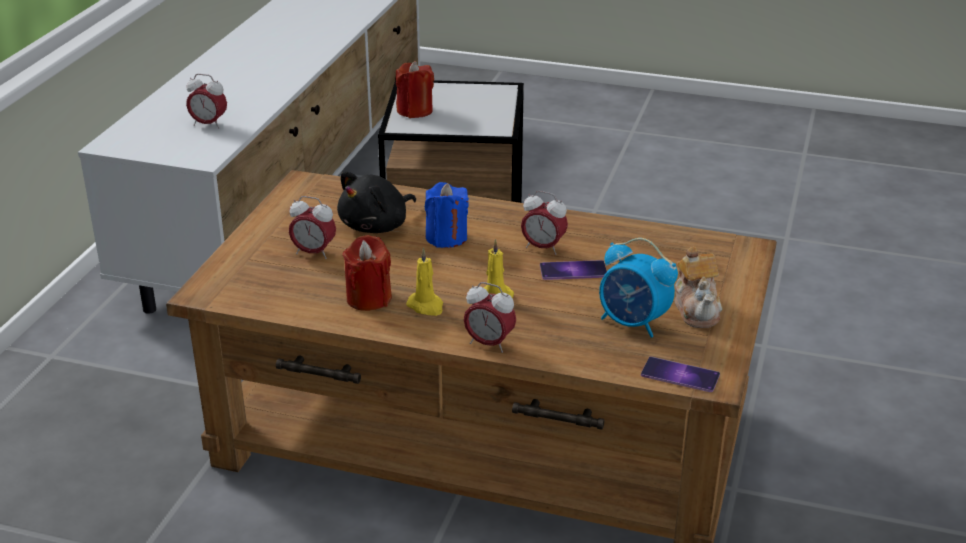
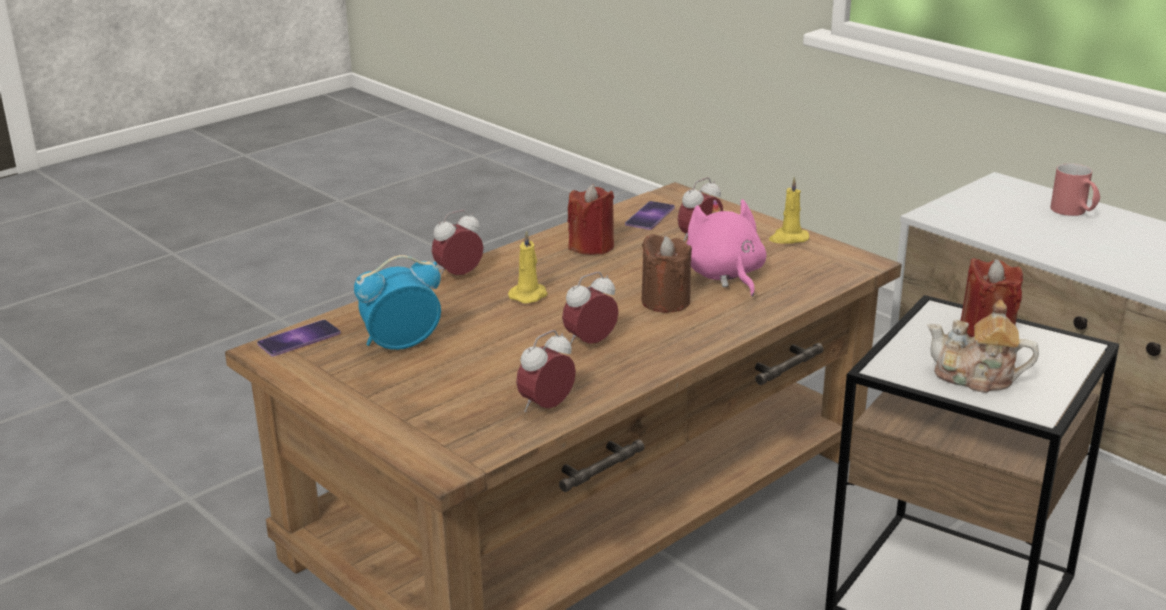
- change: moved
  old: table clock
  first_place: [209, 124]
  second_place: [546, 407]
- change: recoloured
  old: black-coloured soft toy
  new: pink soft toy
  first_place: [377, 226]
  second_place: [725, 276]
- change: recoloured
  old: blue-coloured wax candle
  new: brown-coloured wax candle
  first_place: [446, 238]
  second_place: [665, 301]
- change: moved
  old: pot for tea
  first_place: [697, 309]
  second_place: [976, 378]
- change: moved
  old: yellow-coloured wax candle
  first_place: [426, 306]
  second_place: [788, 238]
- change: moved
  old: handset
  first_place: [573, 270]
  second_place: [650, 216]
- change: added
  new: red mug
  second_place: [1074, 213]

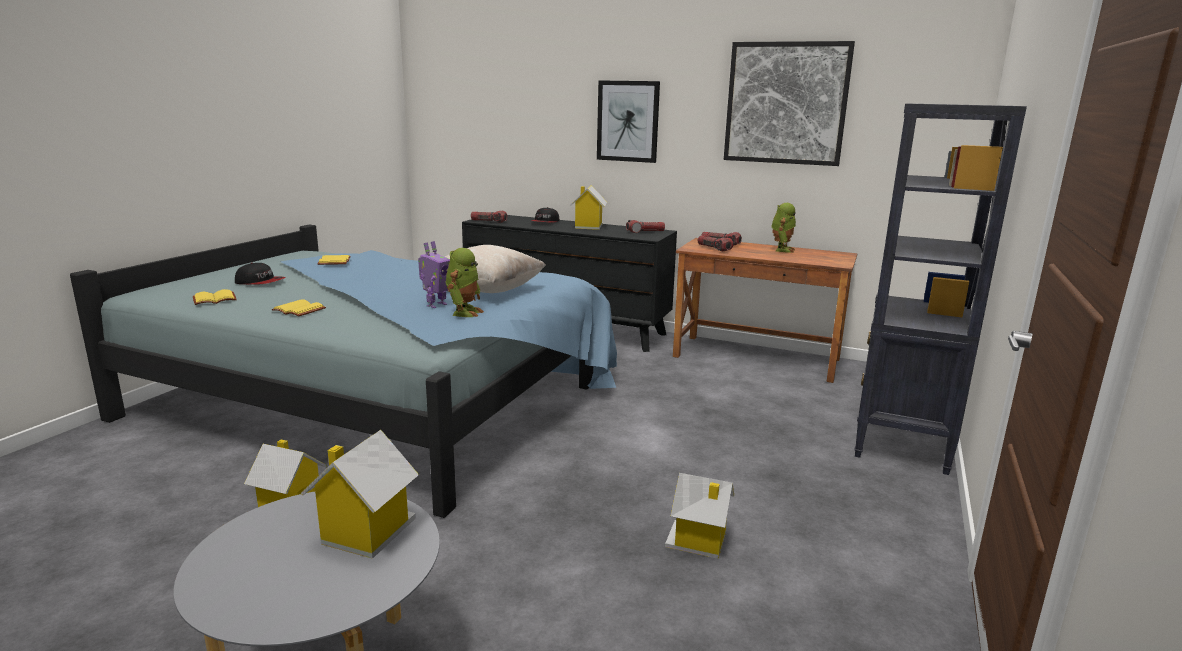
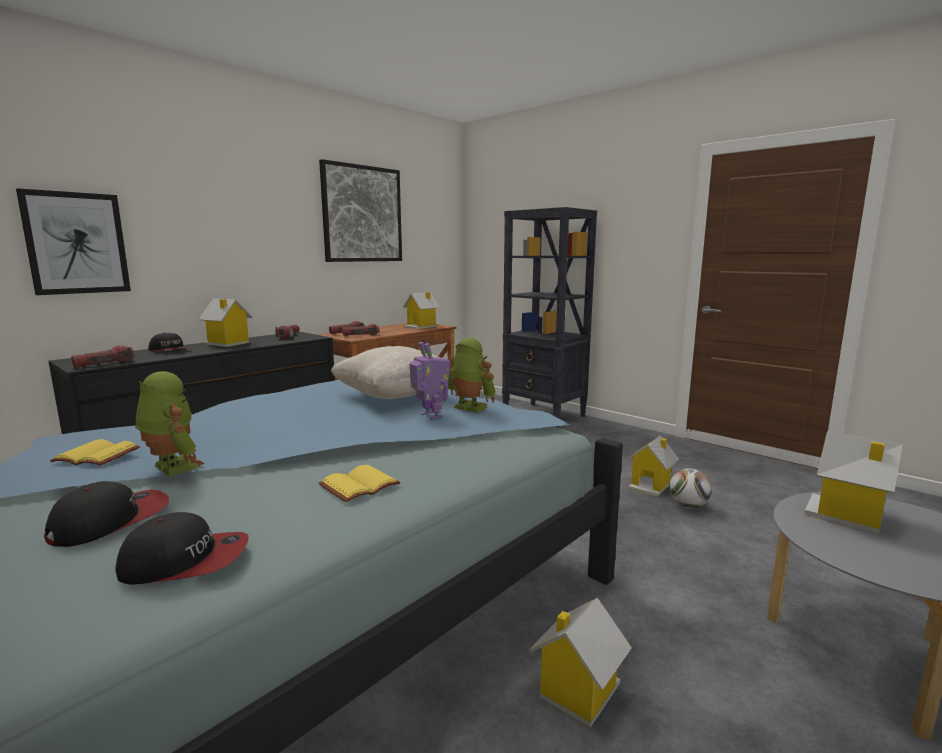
- change: moved
  old: picture
  first_place: [628, 121]
  second_place: [76, 243]
- change: moved
  old: toy robot
  first_place: [781, 250]
  second_place: [172, 468]
- change: replaced
  old: yellow-coloured book
  new: cap
  first_place: [215, 299]
  second_place: [186, 561]
- change: added
  new: toy house
  second_place: [421, 326]
- change: added
  new: ball for football
  second_place: [688, 506]

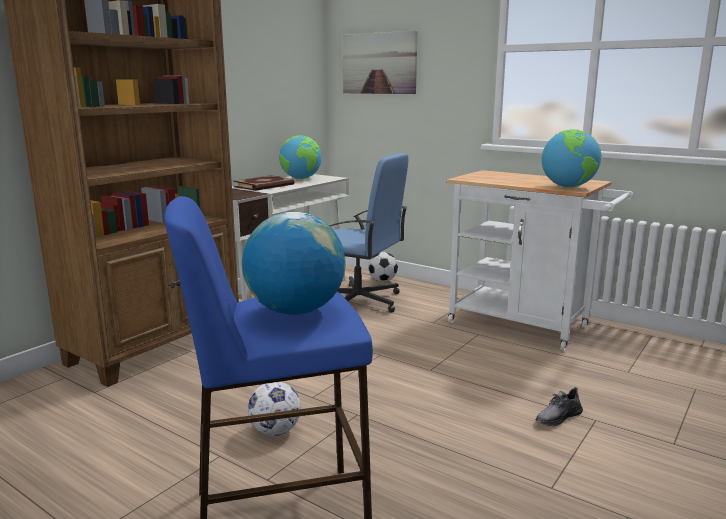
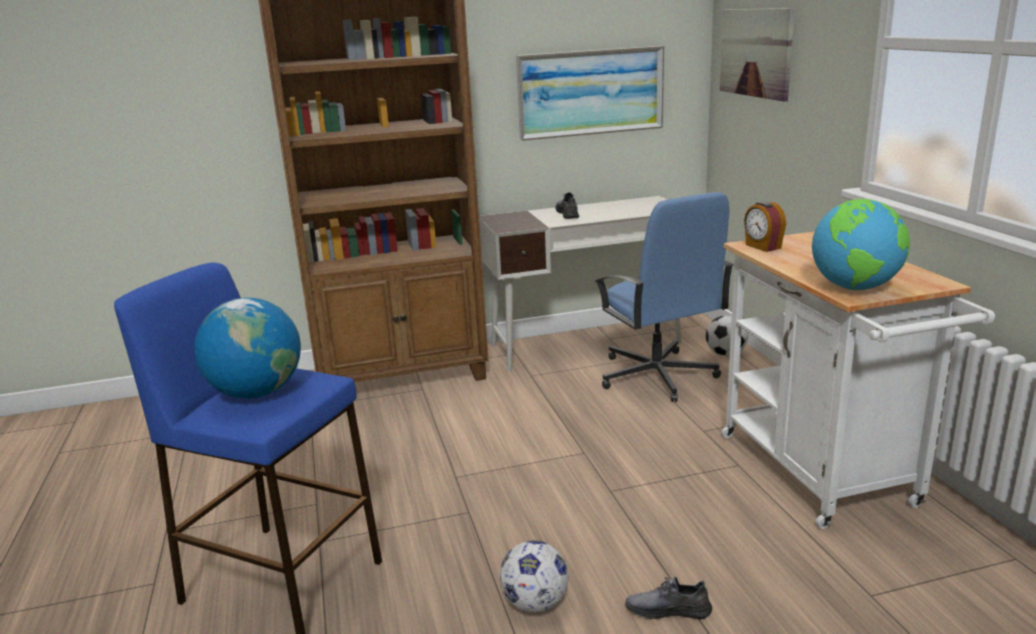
- change: removed
  old: world globe
  first_place: [301, 178]
- change: replaced
  old: book
  new: gray low shoe
  first_place: [264, 186]
  second_place: [567, 213]
- change: moved
  old: ball for football
  first_place: [275, 431]
  second_place: [535, 604]
- change: added
  new: picture
  second_place: [590, 92]
- change: added
  new: table clock
  second_place: [762, 247]

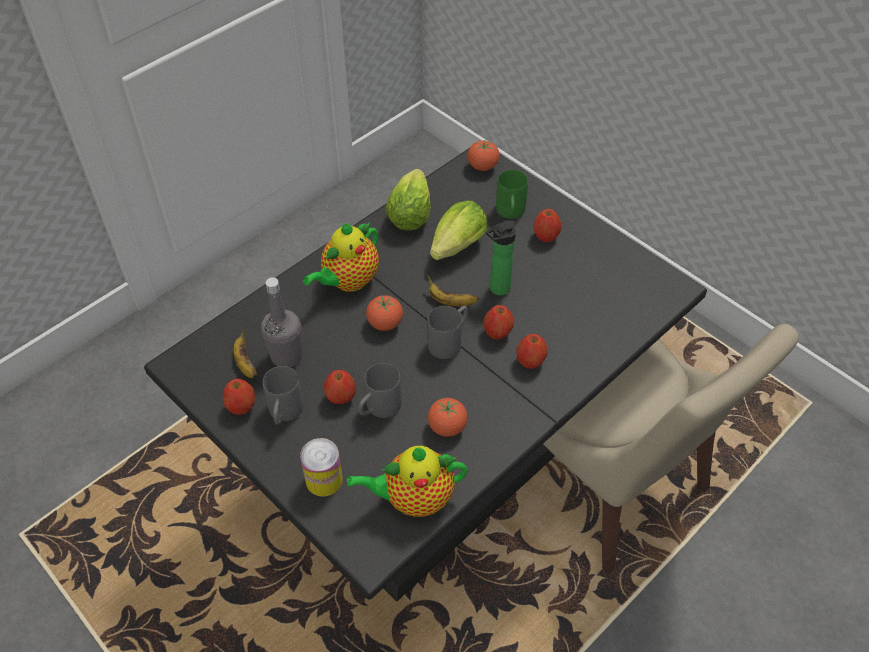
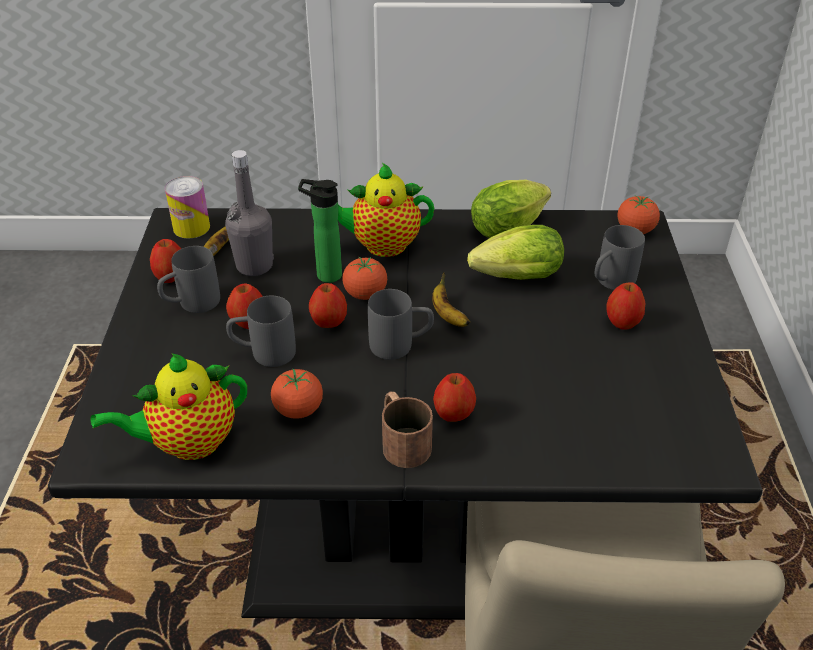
- change: recoloured
  old: greenish mug
  new: gray mug
  first_place: [510, 214]
  second_place: [610, 282]
- change: moved
  old: drink bottle
  first_place: [497, 289]
  second_place: [325, 275]
- change: moved
  old: apple
  first_place: [497, 333]
  second_place: [328, 323]
- change: moved
  old: sealed can
  first_place: [324, 480]
  second_place: [191, 227]
- change: turned
  old: pot for tea
  first_place: [414, 498]
  second_place: [188, 443]
  degrees: -60
- change: added
  new: brown-coloured mug
  second_place: [401, 440]

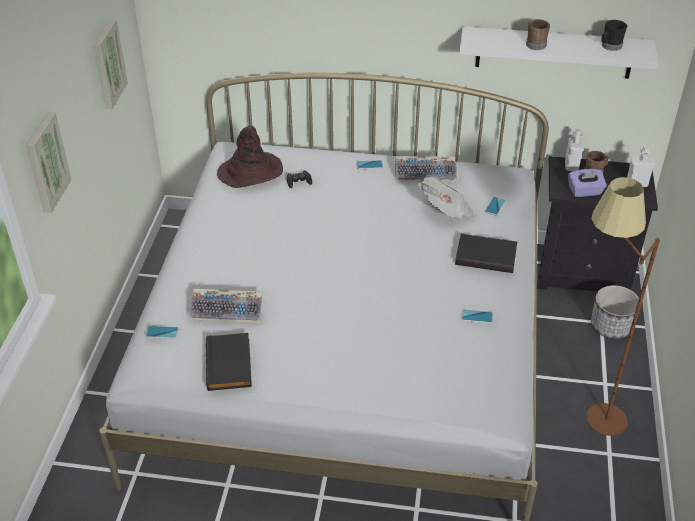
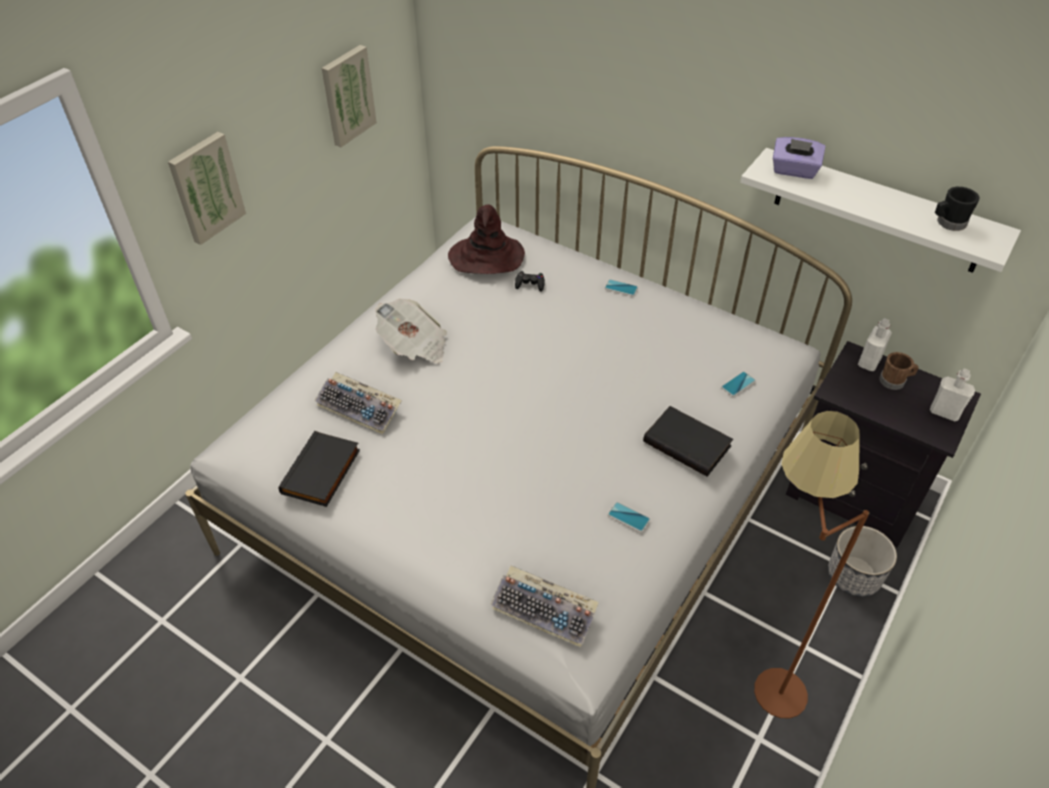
- change: removed
  old: brown-coloured mug
  first_place: [536, 44]
- change: moved
  old: PC keyboard
  first_place: [426, 173]
  second_place: [546, 610]
- change: moved
  old: purple tissue holder
  first_place: [585, 191]
  second_place: [794, 171]
- change: moved
  old: daily paper
  first_place: [446, 211]
  second_place: [414, 346]
- change: removed
  old: handset
  first_place: [162, 332]

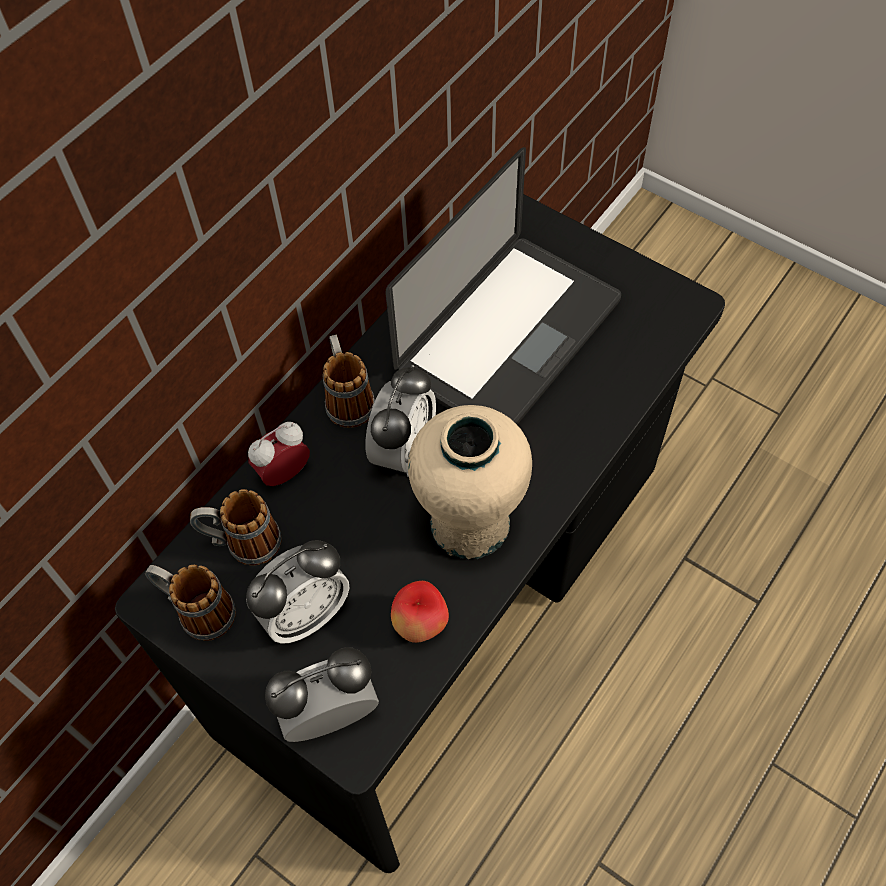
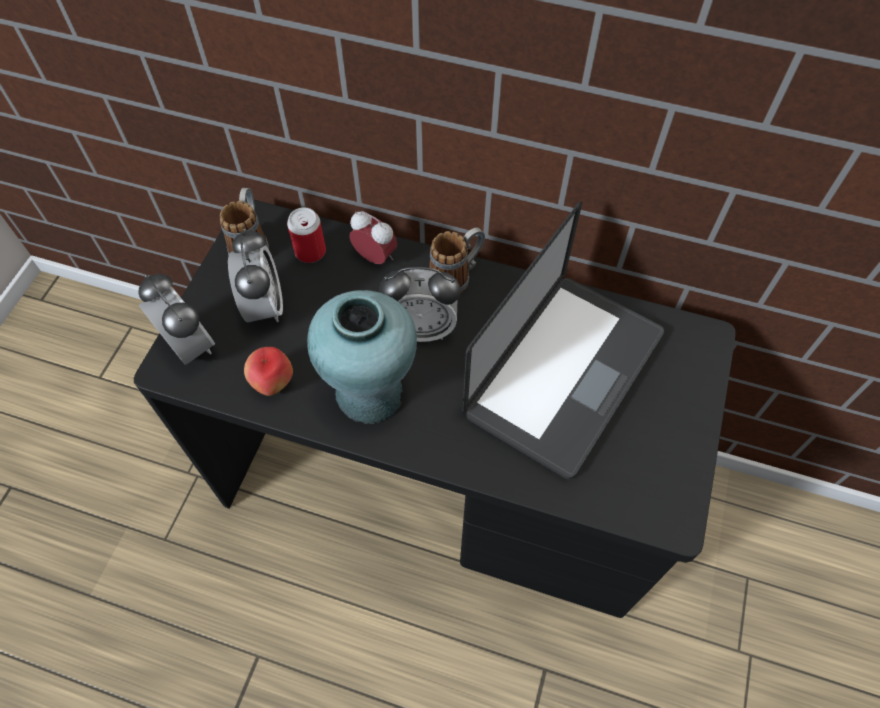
- change: turned
  old: portable computer
  first_place: [509, 337]
  second_place: [564, 374]
  degrees: -75
- change: recoloured
  old: beige vase
  new: blue-green vase
  first_place: [469, 523]
  second_place: [369, 392]
- change: replaced
  old: mug
  new: sealed can
  first_place: [242, 543]
  second_place: [310, 251]
- change: turned
  old: table clock
  first_place: [305, 613]
  second_place: [264, 306]
  degrees: -135

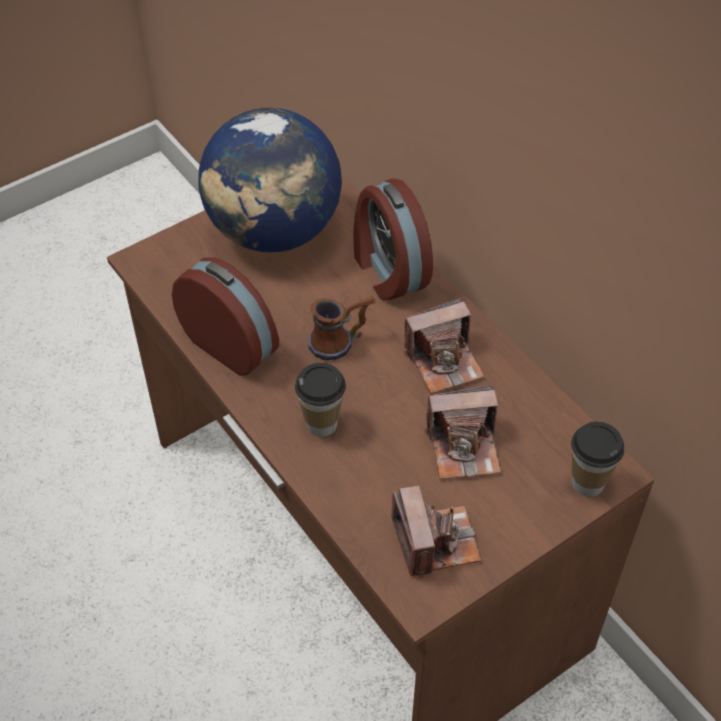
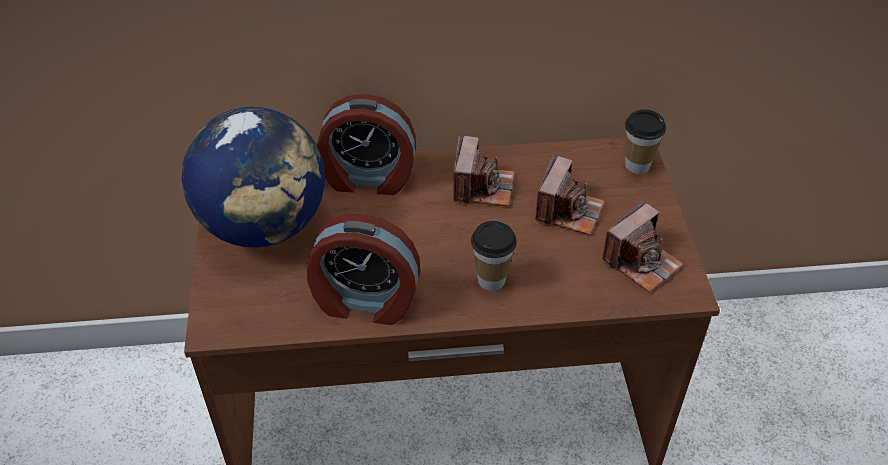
- change: turned
  old: table clock
  first_place: [232, 344]
  second_place: [365, 302]
  degrees: -150
- change: removed
  old: mug
  first_place: [341, 341]
- change: turned
  old: photo camera
  first_place: [435, 541]
  second_place: [641, 262]
  degrees: 120

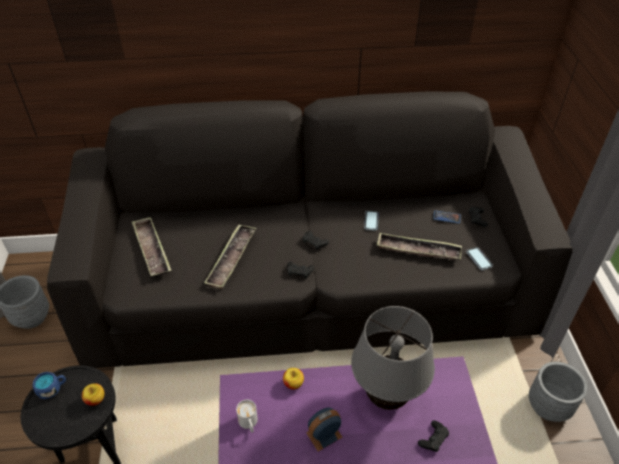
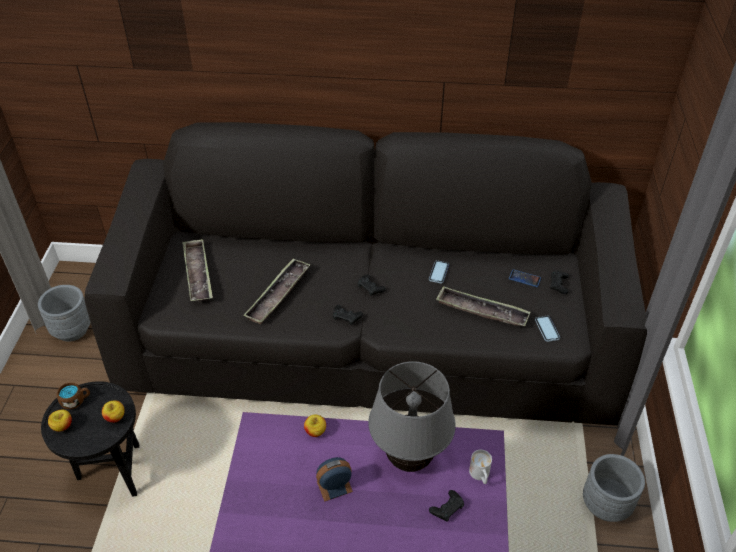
- change: recoloured
  old: blue-coloured mug
  new: brown-coloured mug
  first_place: [52, 388]
  second_place: [76, 400]
- change: moved
  old: white-coloured mug
  first_place: [249, 424]
  second_place: [480, 475]
- change: added
  new: apple
  second_place: [62, 426]

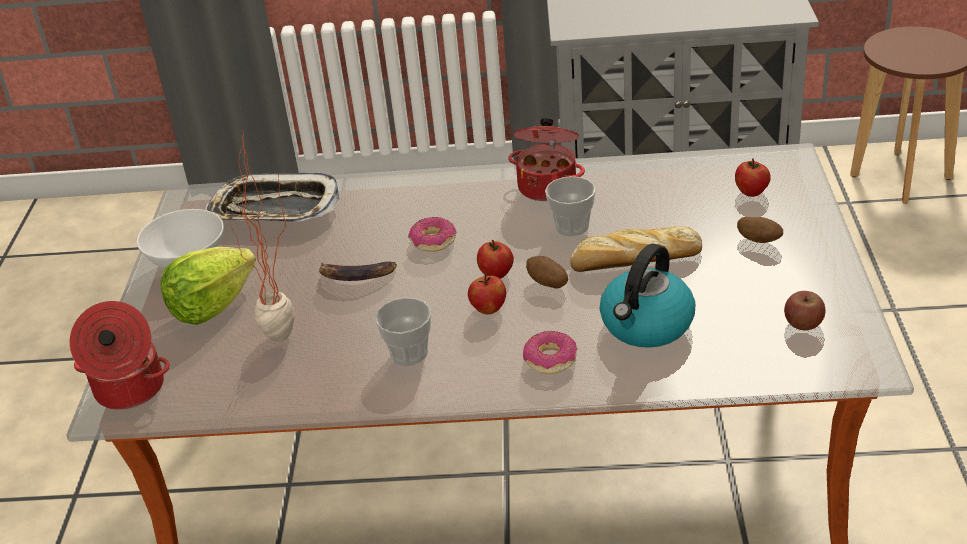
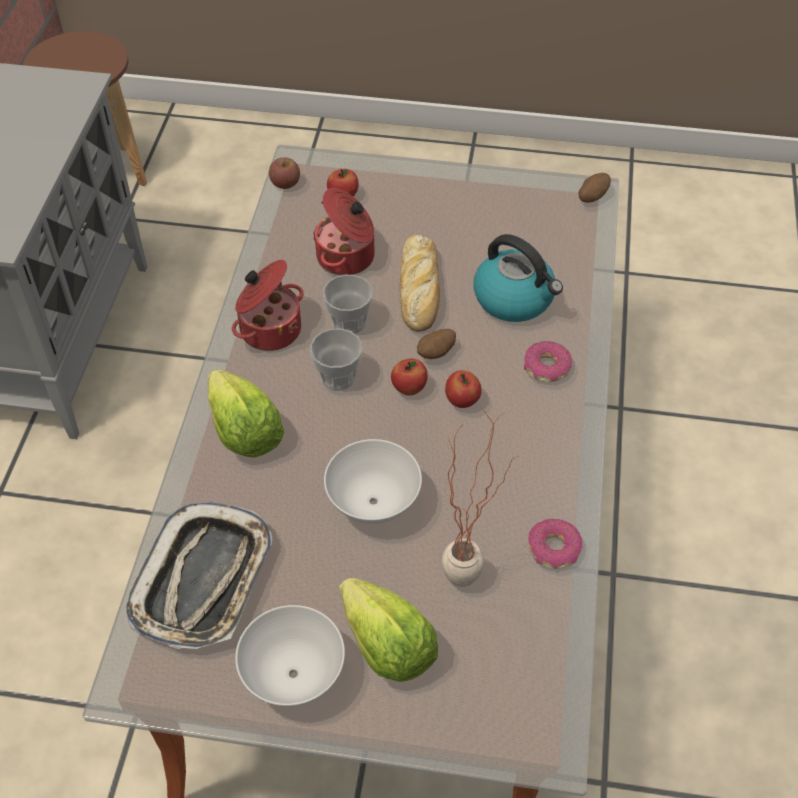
- change: moved
  old: doughnut
  first_place: [433, 241]
  second_place: [553, 549]
- change: moved
  old: spud
  first_place: [759, 241]
  second_place: [592, 197]
- change: replaced
  old: banana fruit
  new: white-coloured bowl
  first_place: [355, 276]
  second_place: [373, 504]
- change: moved
  old: apple
  first_place: [803, 323]
  second_place: [285, 183]
- change: moved
  old: drinking cup
  first_place: [408, 353]
  second_place: [338, 377]
- change: moved
  old: saucepot
  first_place: [129, 390]
  second_place: [347, 257]
- change: added
  new: lettuce
  second_place: [244, 432]

